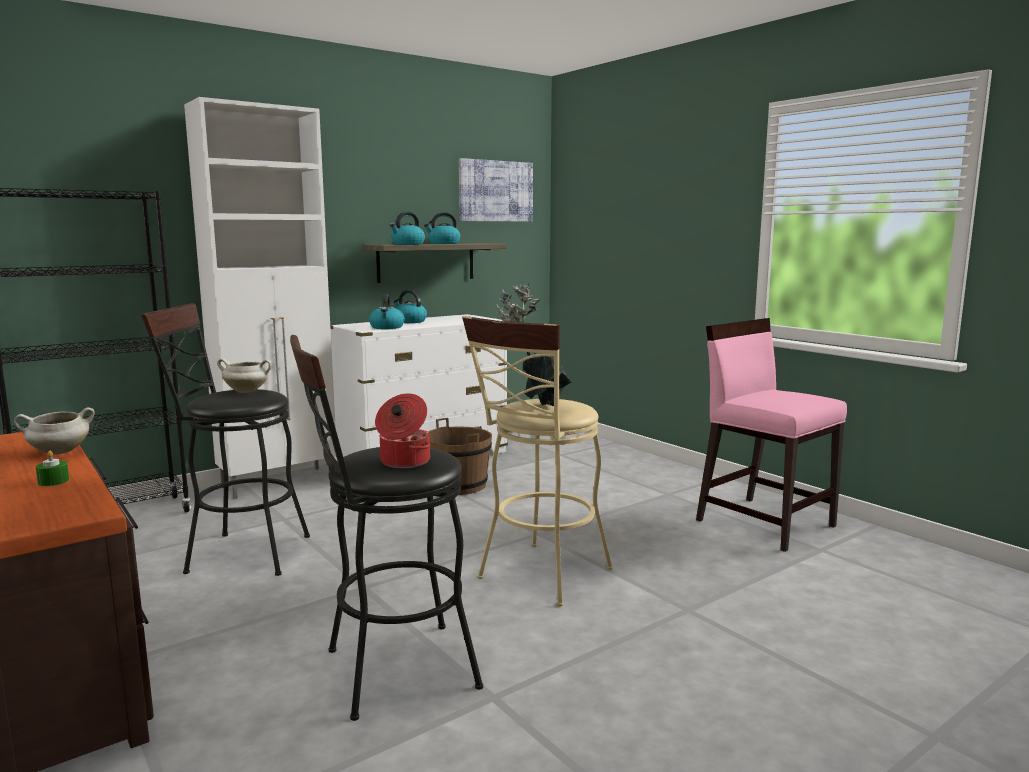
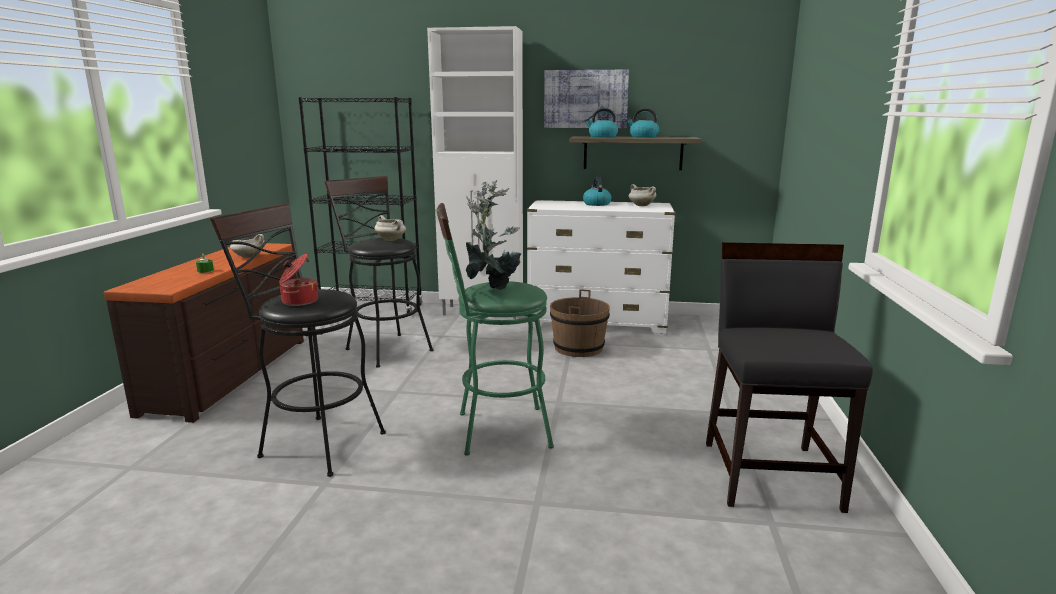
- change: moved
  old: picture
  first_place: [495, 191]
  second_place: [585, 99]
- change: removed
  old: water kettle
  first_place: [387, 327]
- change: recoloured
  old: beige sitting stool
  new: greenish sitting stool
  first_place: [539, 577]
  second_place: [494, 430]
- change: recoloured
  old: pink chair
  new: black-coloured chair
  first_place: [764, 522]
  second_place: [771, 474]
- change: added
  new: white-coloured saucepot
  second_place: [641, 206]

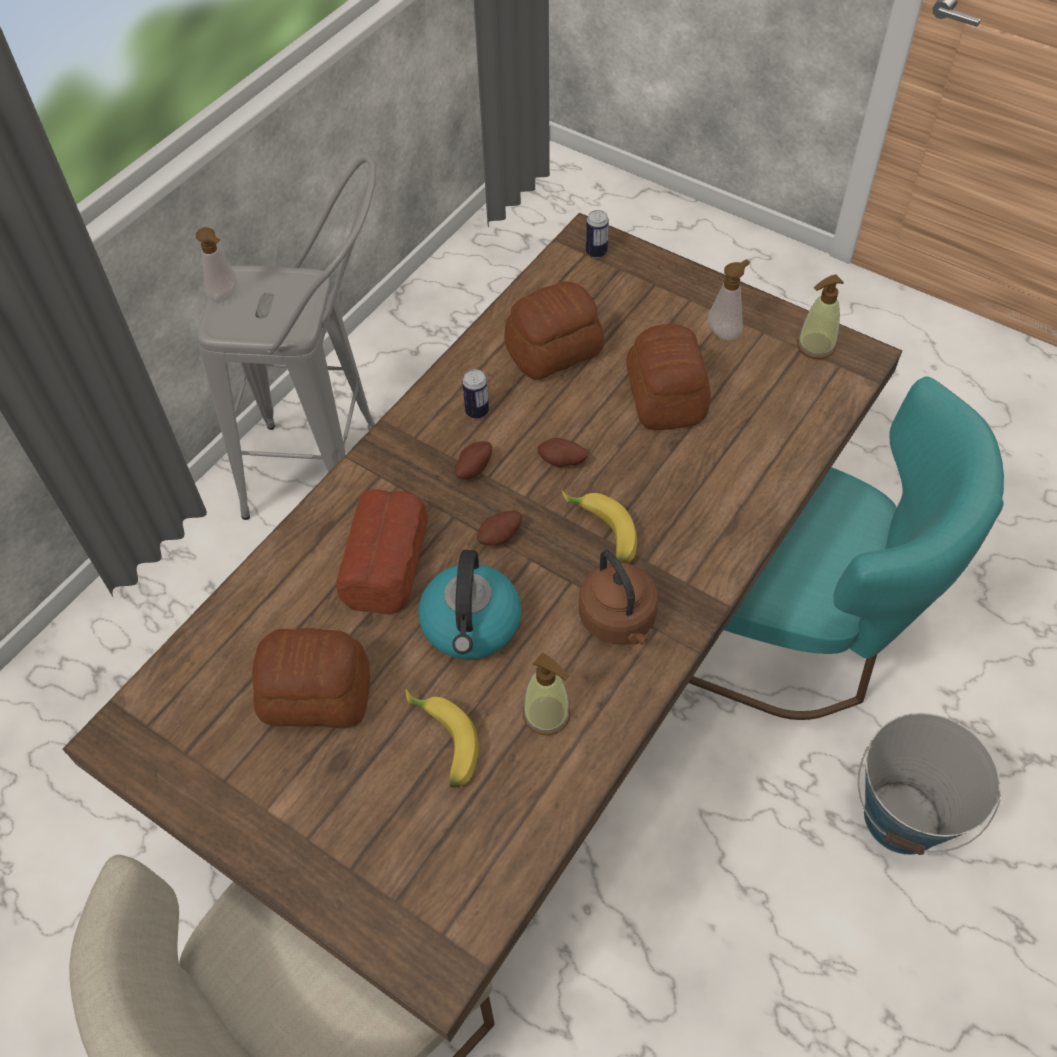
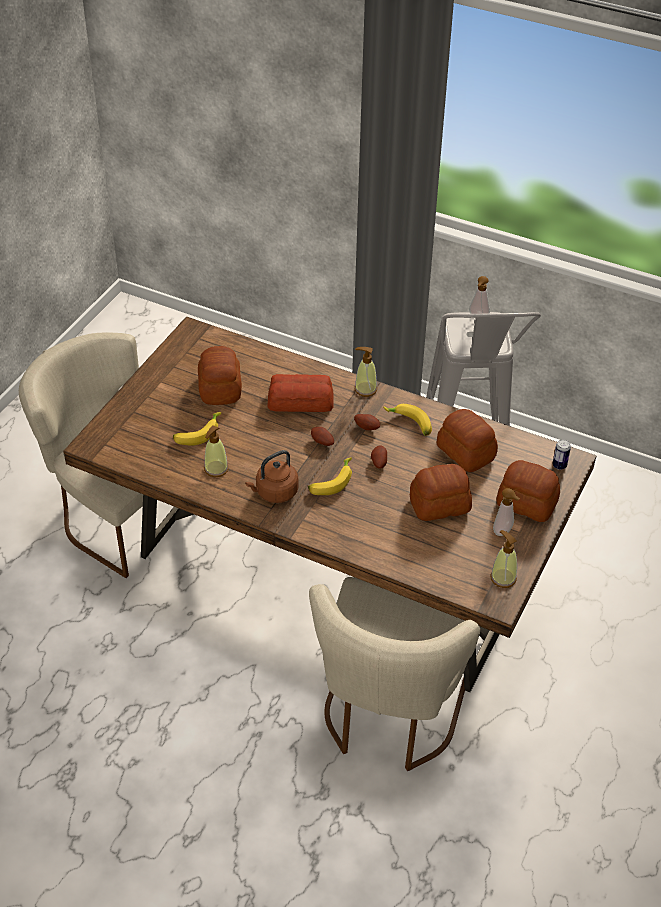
- change: replaced
  old: sealed can
  new: banana fruit
  first_place: [477, 411]
  second_place: [409, 424]
- change: recoloured
  old: blue-green chair
  new: beige chair
  first_place: [796, 636]
  second_place: [389, 715]
- change: removed
  old: water kettle
  first_place: [471, 625]
- change: removed
  old: water bucket
  first_place: [903, 818]
- change: added
  new: soap bottle
  second_place: [365, 389]
- change: added
  new: bread
  second_place: [527, 504]

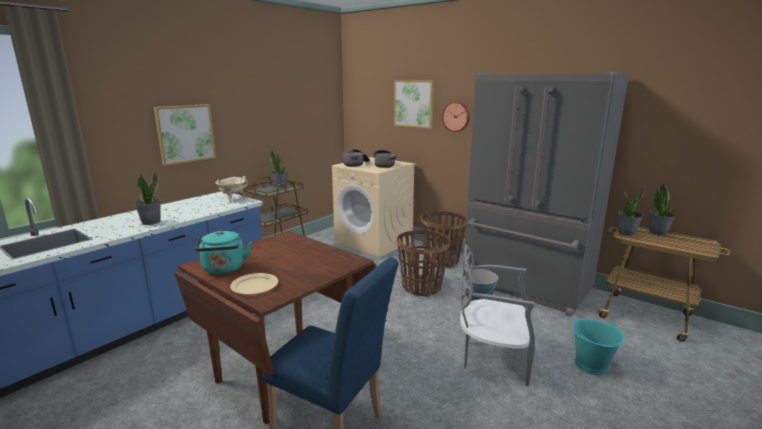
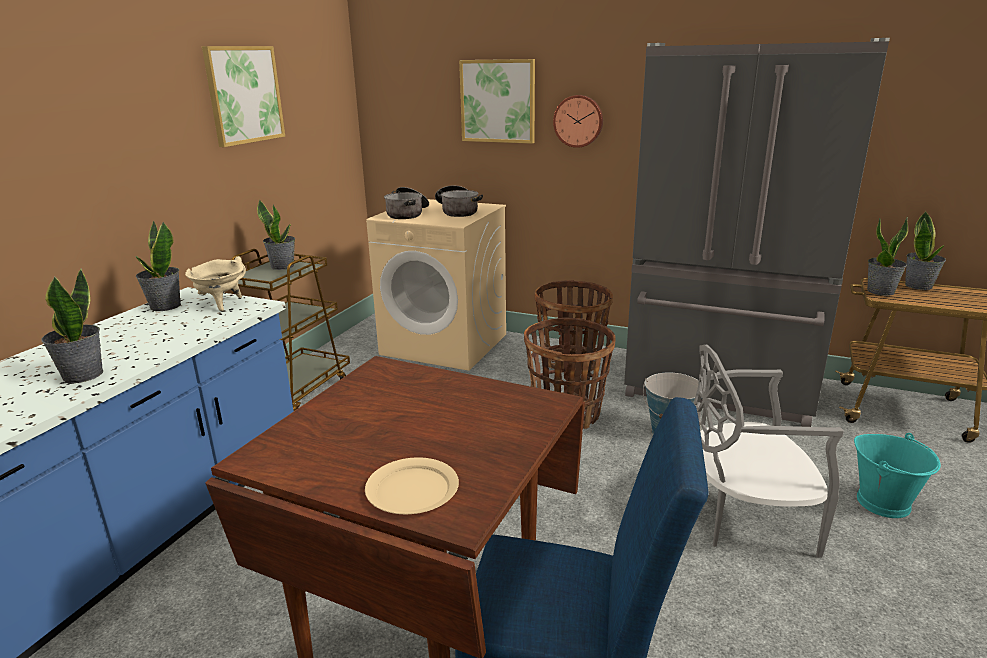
- change: moved
  old: picture
  first_place: [185, 133]
  second_place: [244, 95]
- change: removed
  old: blue-green water kettle
  first_place: [224, 269]
- change: added
  new: houseplant
  second_place: [165, 306]

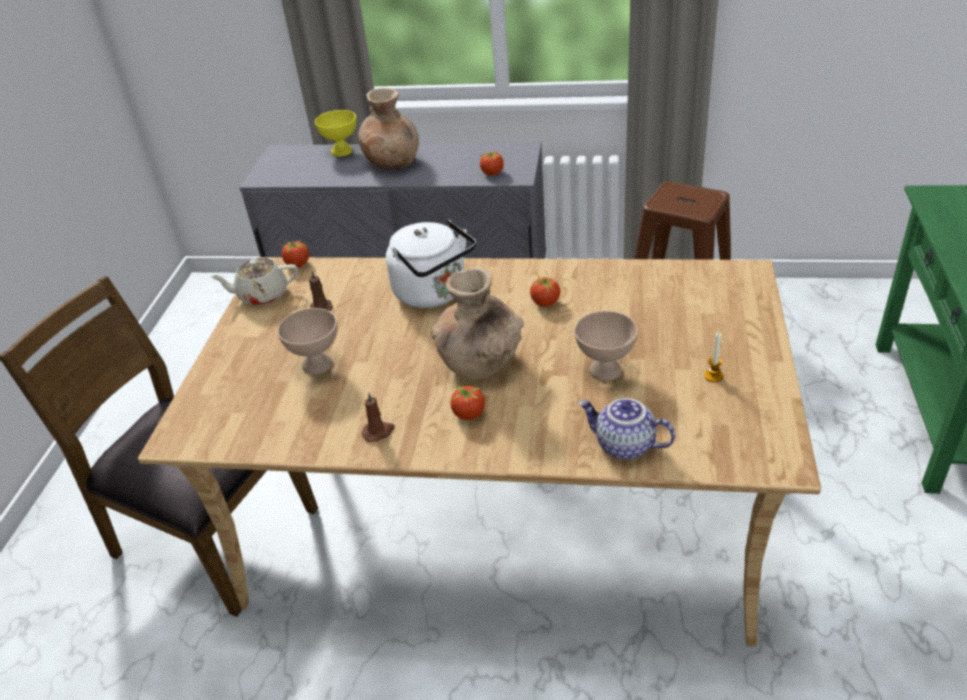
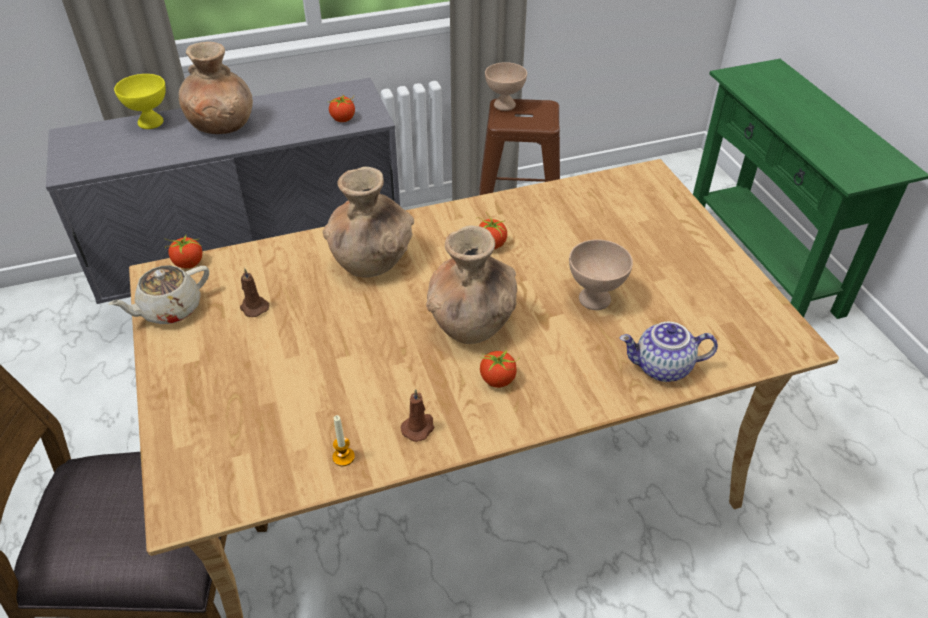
- change: replaced
  old: white-coloured water kettle
  new: brown-coloured vase
  first_place: [434, 293]
  second_place: [371, 261]
- change: moved
  old: beige bowl
  first_place: [318, 365]
  second_place: [505, 105]
- change: moved
  old: wax candle
  first_place: [713, 376]
  second_place: [343, 457]

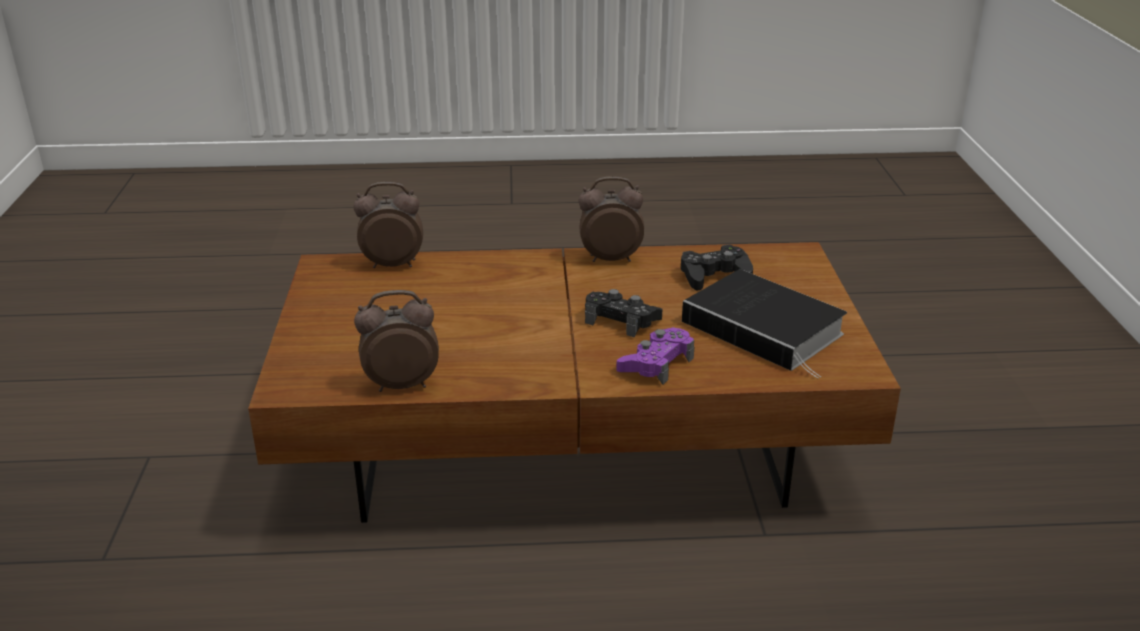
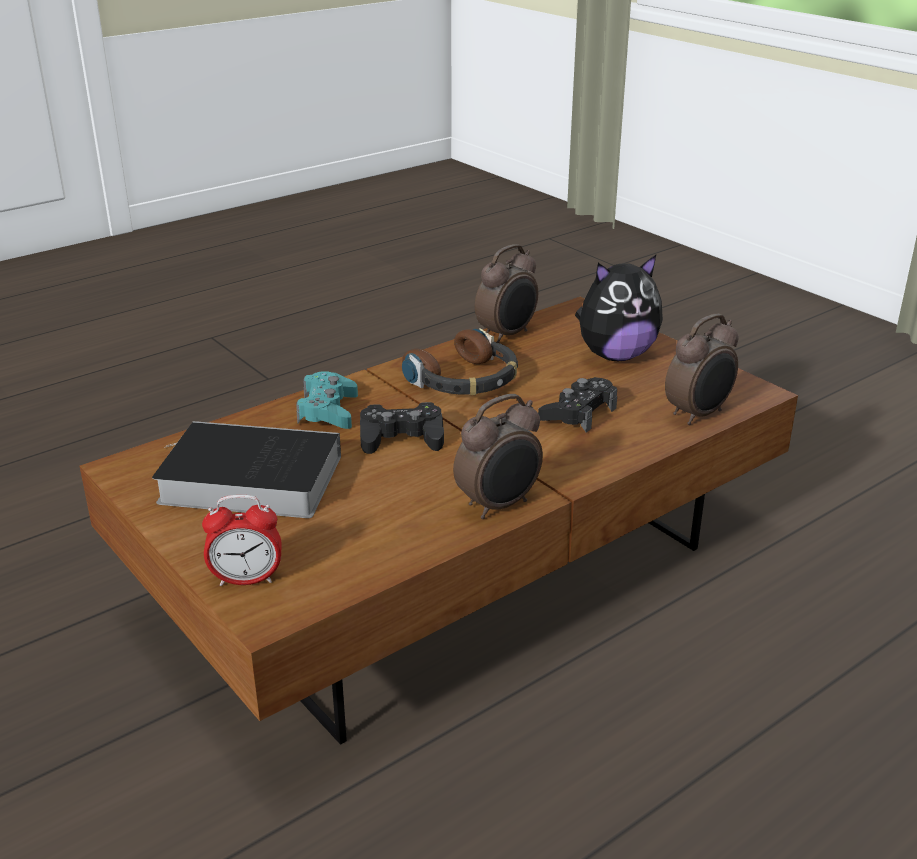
- change: moved
  old: black-coloured gamepad
  first_place: [714, 275]
  second_place: [578, 413]
- change: recoloured
  old: purple gamepad
  new: blue-green gamepad
  first_place: [656, 363]
  second_place: [328, 411]
- change: added
  new: soft toy
  second_place: [615, 355]
- change: added
  new: headset
  second_place: [464, 380]
- change: added
  new: table clock
  second_place: [246, 579]

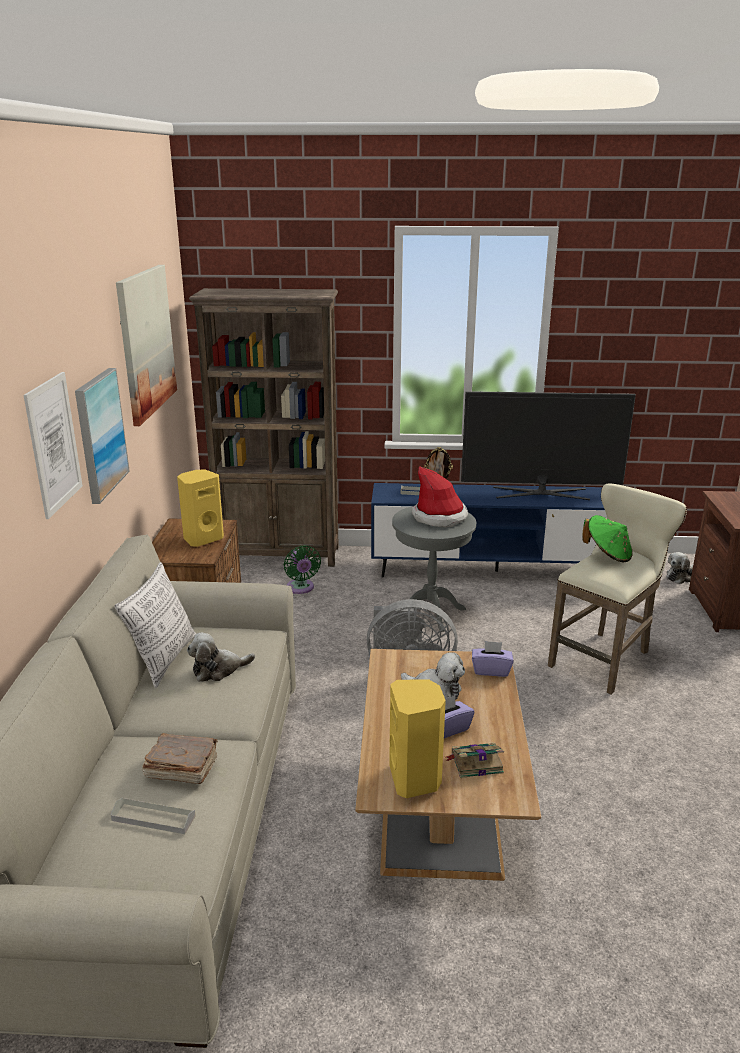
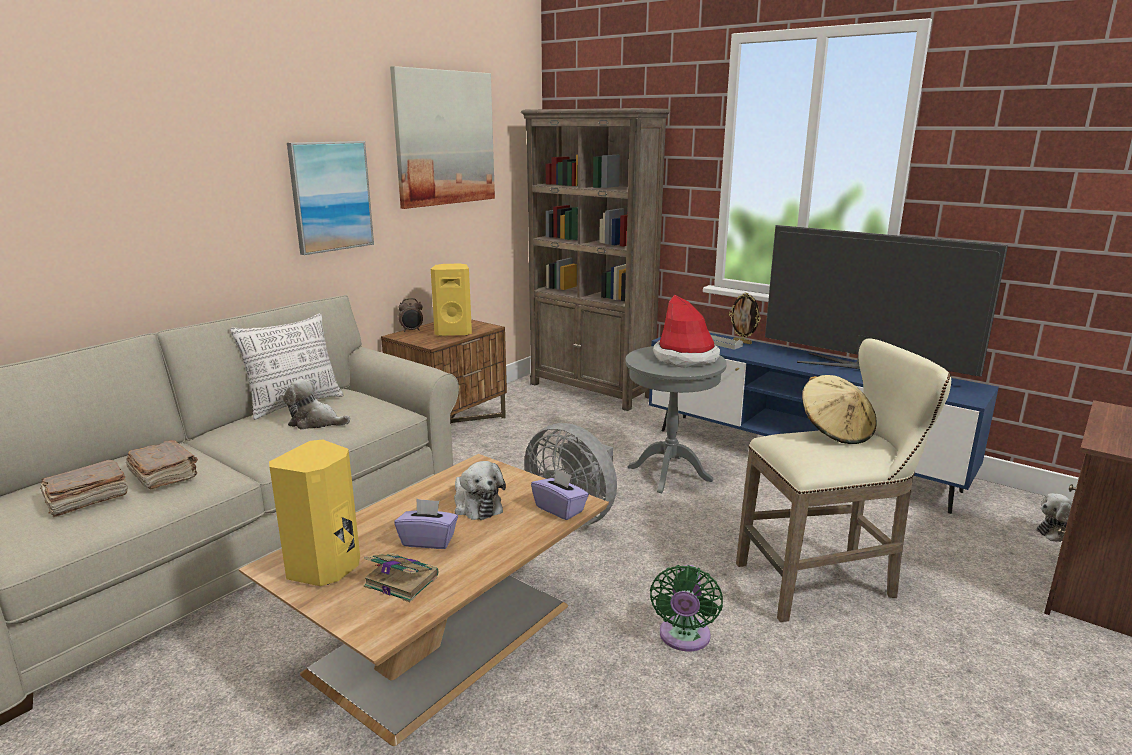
- change: removed
  old: picture
  first_place: [54, 444]
- change: recoloured
  old: greenish hat
  new: beige hat
  first_place: [607, 554]
  second_place: [835, 432]
- change: moved
  old: greenish electric fan
  first_place: [301, 588]
  second_place: [684, 638]
- change: replaced
  old: gray carrying tray
  new: brown-coloured book
  first_place: [153, 818]
  second_place: [86, 500]
- change: added
  new: table clock
  second_place: [412, 330]

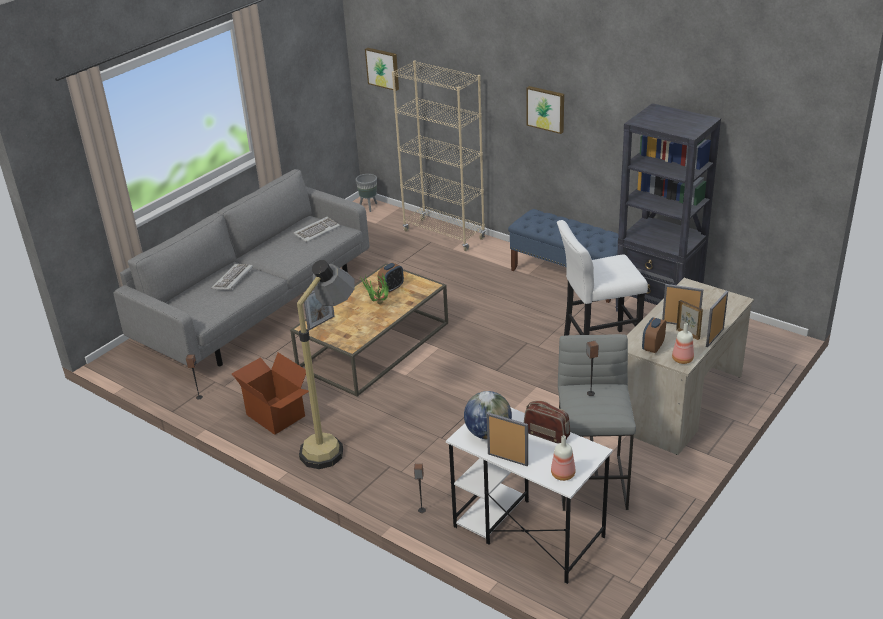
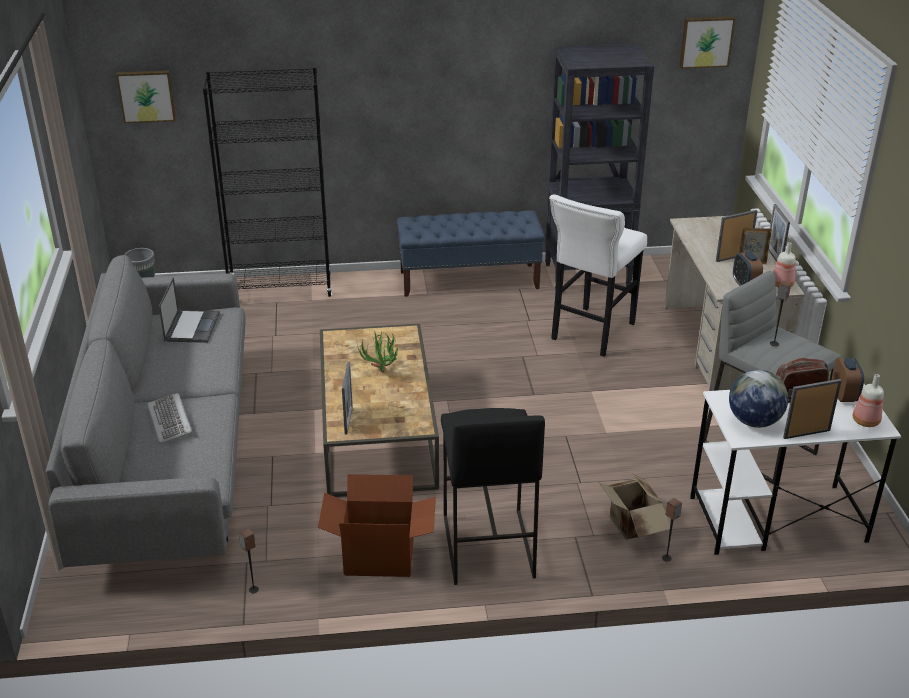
- change: recoloured
  old: beige shelving unit
  new: black-coloured shelving unit
  first_place: [444, 235]
  second_place: [281, 289]
- change: moved
  old: picture
  first_place: [546, 109]
  second_place: [706, 41]
- change: replaced
  old: PC keyboard
  new: portable computer
  first_place: [316, 231]
  second_place: [192, 326]
- change: replaced
  old: standing lamp
  new: black-coloured sitting stool
  first_place: [335, 442]
  second_place: [486, 546]
- change: moved
  old: table clock
  first_place: [391, 288]
  second_place: [844, 395]
- change: added
  new: carton
  second_place: [630, 527]

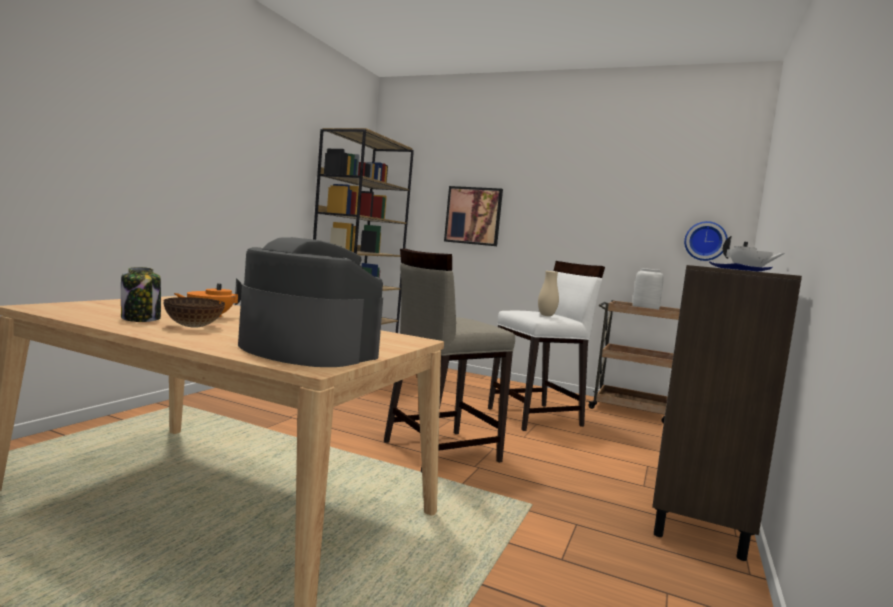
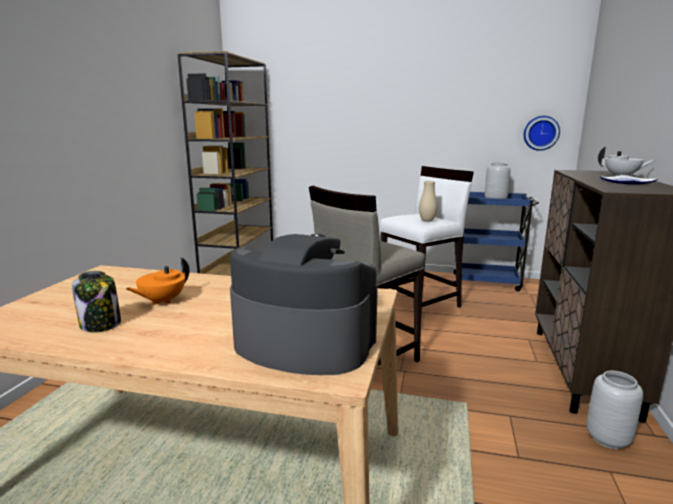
- change: removed
  old: picture
  first_place: [473, 216]
- change: removed
  old: bowl
  first_place: [193, 327]
- change: recoloured
  old: brown-coloured cart
  new: blue-coloured cart
  first_place: [632, 410]
  second_place: [487, 282]
- change: added
  new: gray vase
  second_place: [607, 439]

